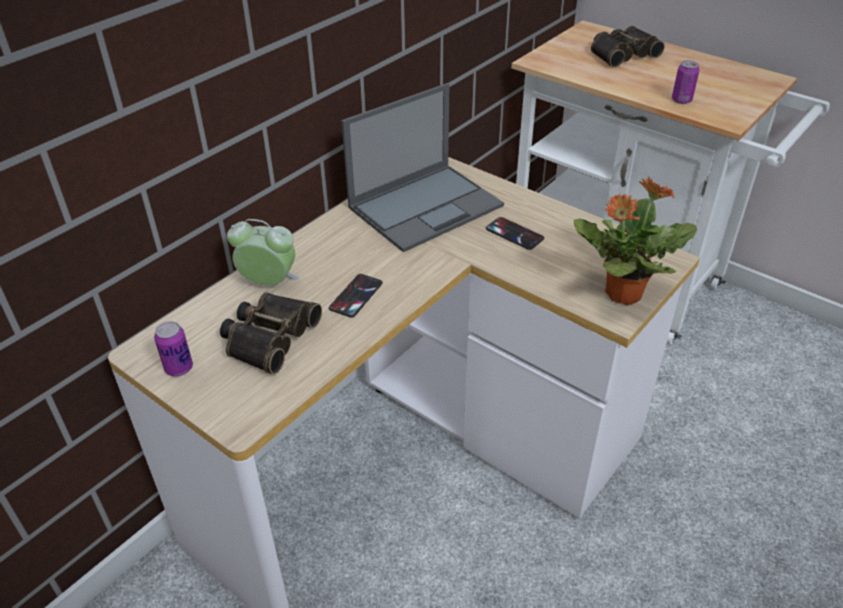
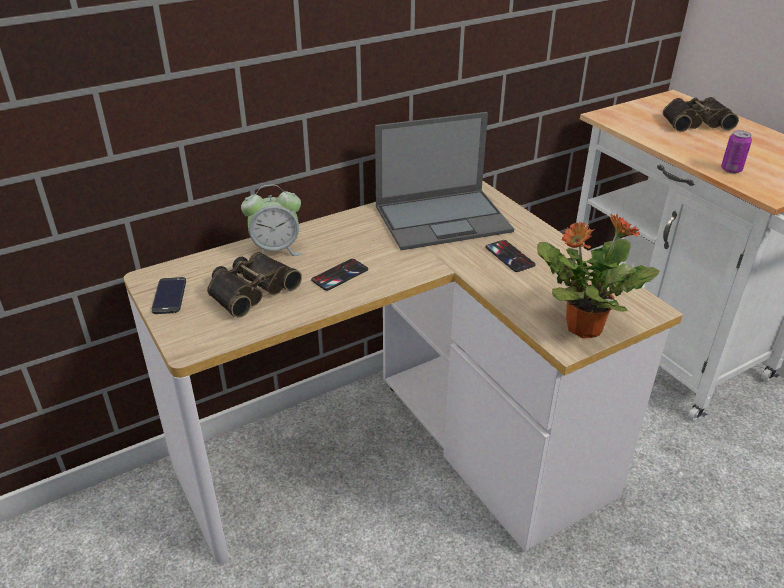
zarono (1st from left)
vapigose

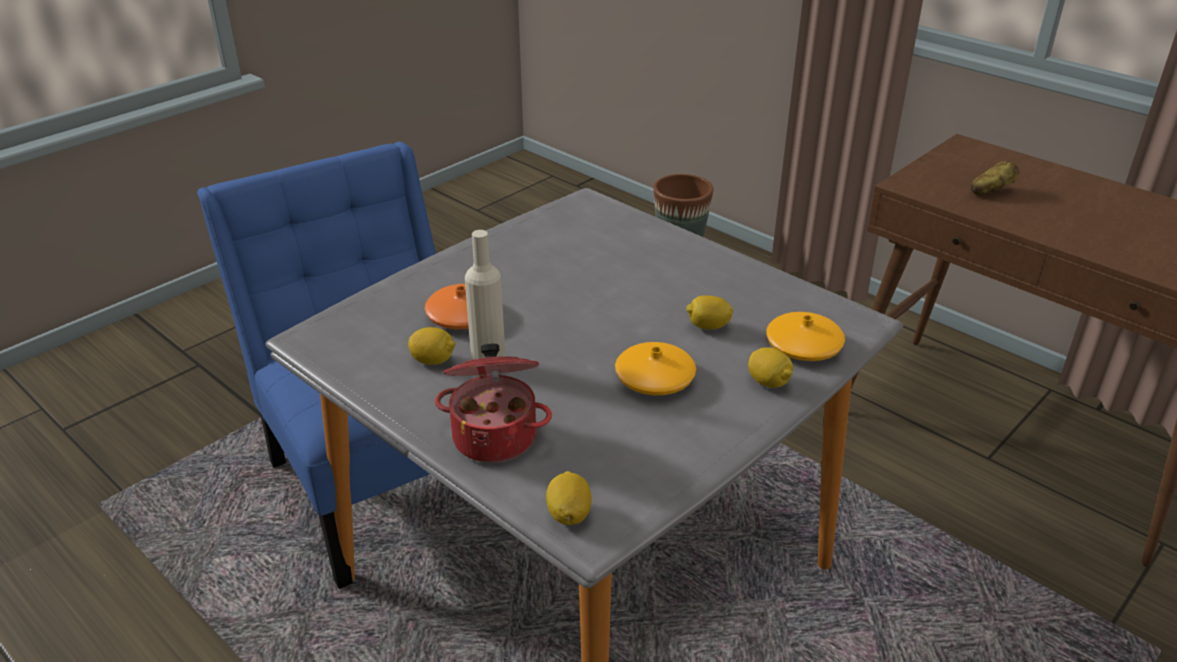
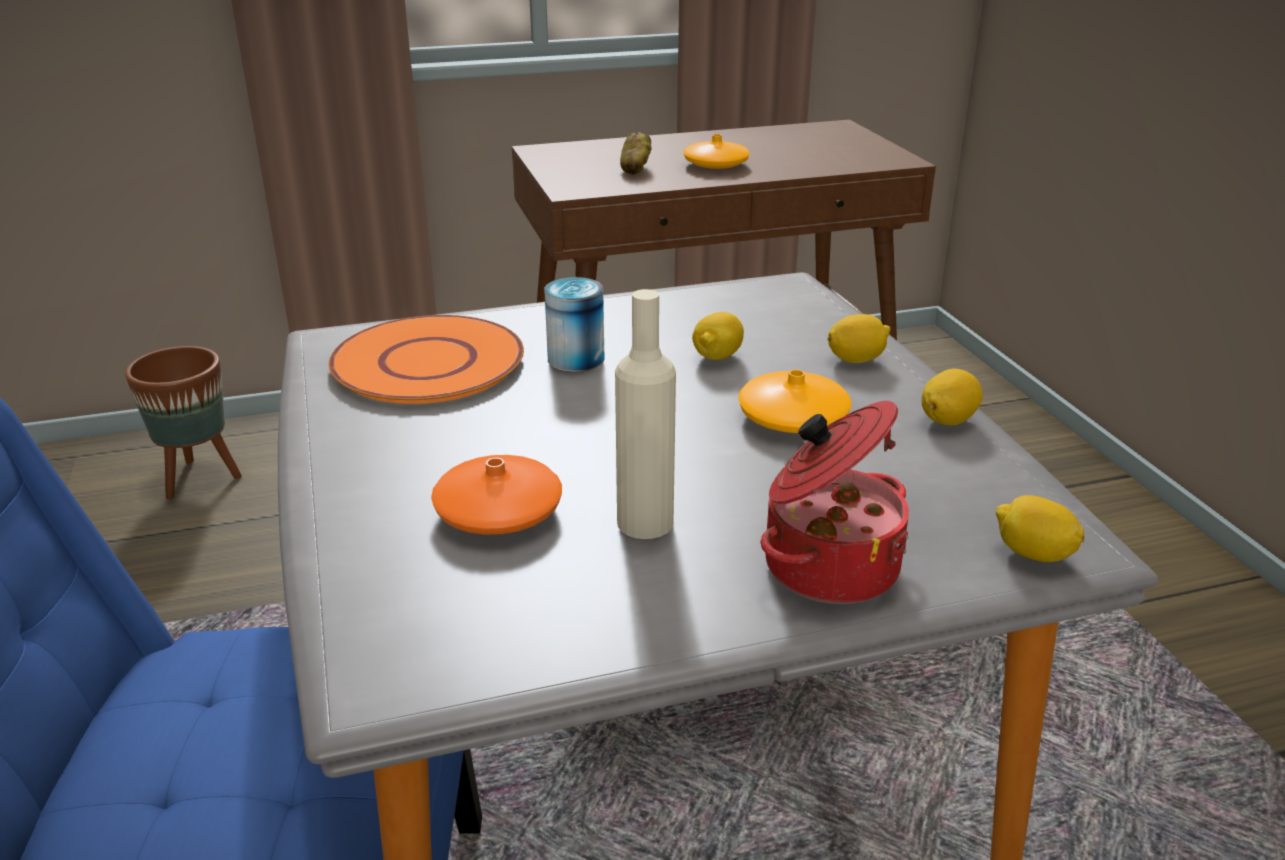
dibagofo (3rd from left)
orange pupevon (2nd from left)
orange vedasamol
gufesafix

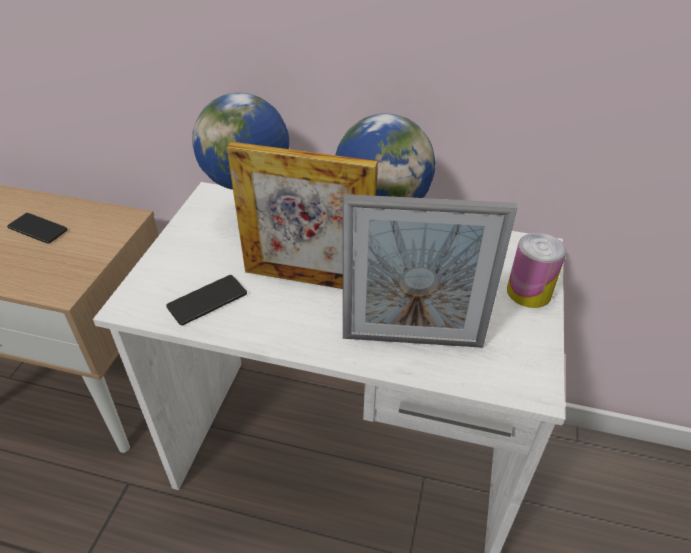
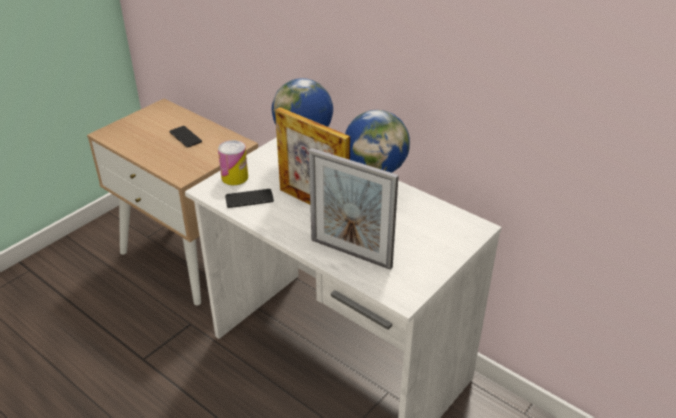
gufesafix

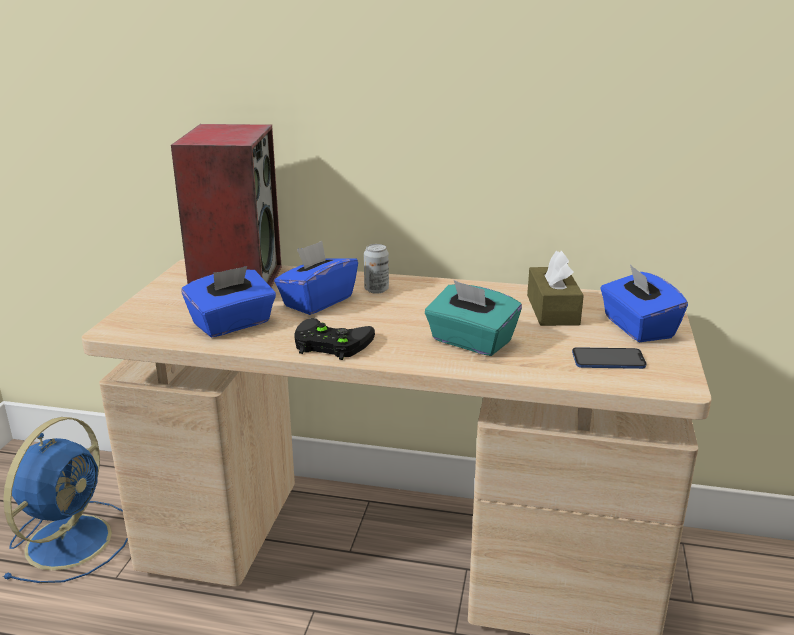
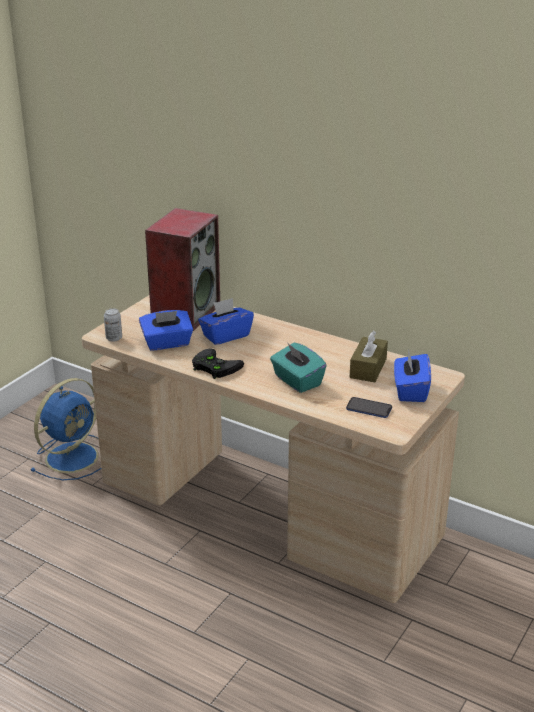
gufesafix

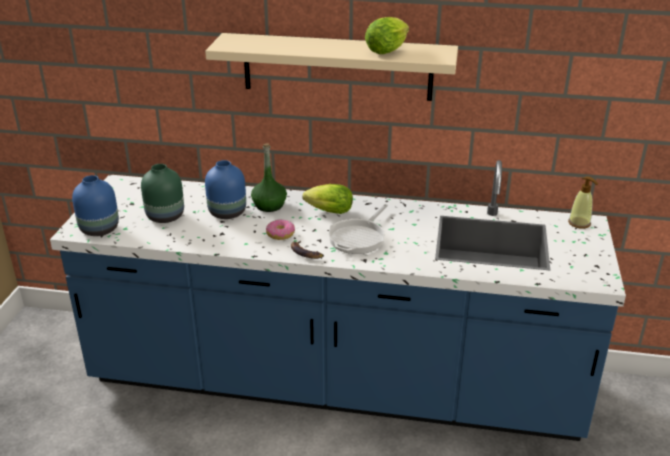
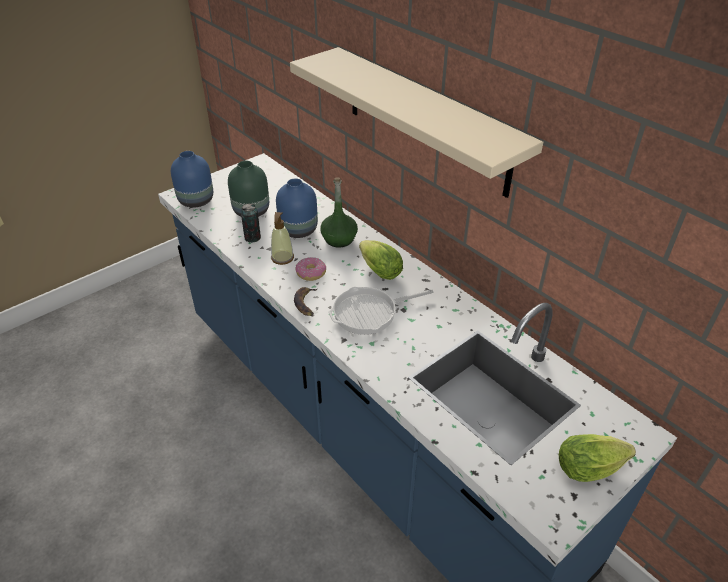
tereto (2nd from left)
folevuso
gufesafix

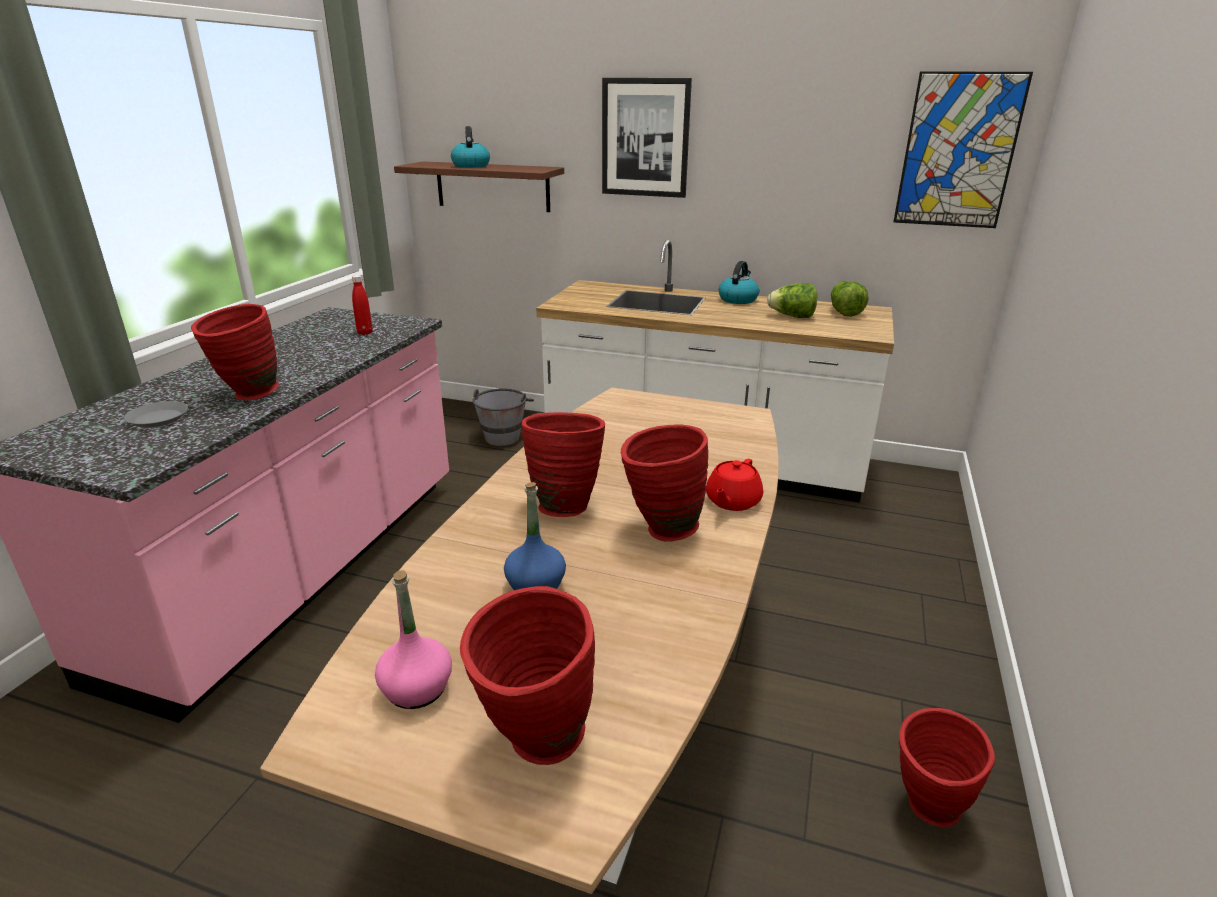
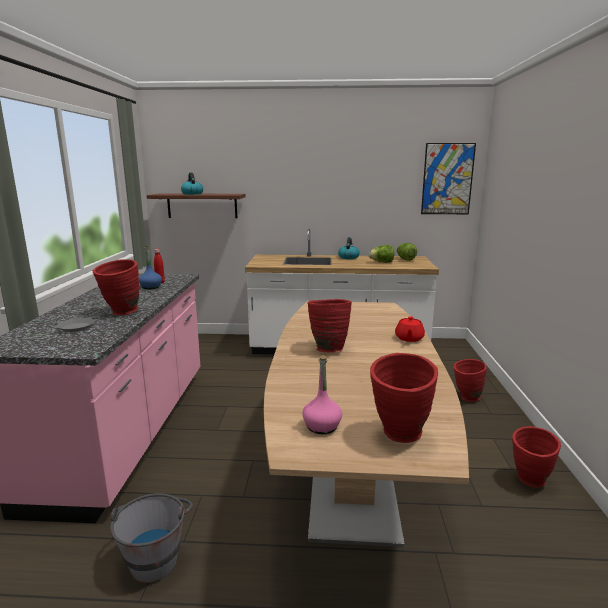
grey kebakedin
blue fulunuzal
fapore (1st from left in the first image)
red pupevon (4th from left)

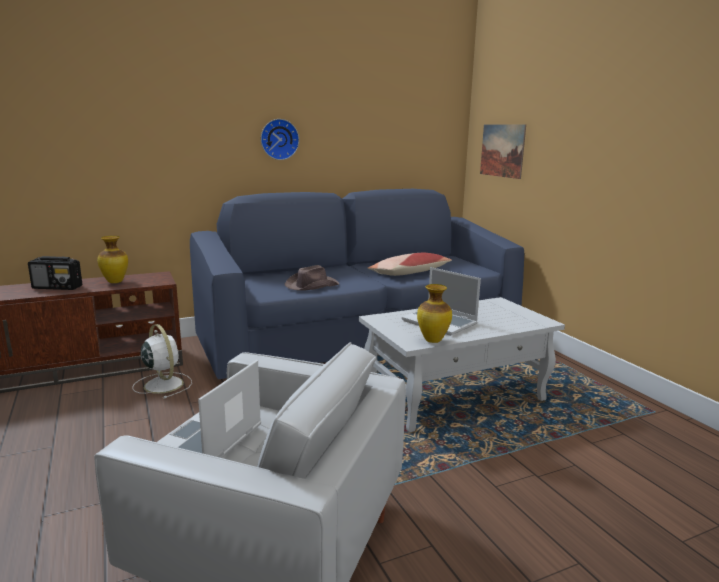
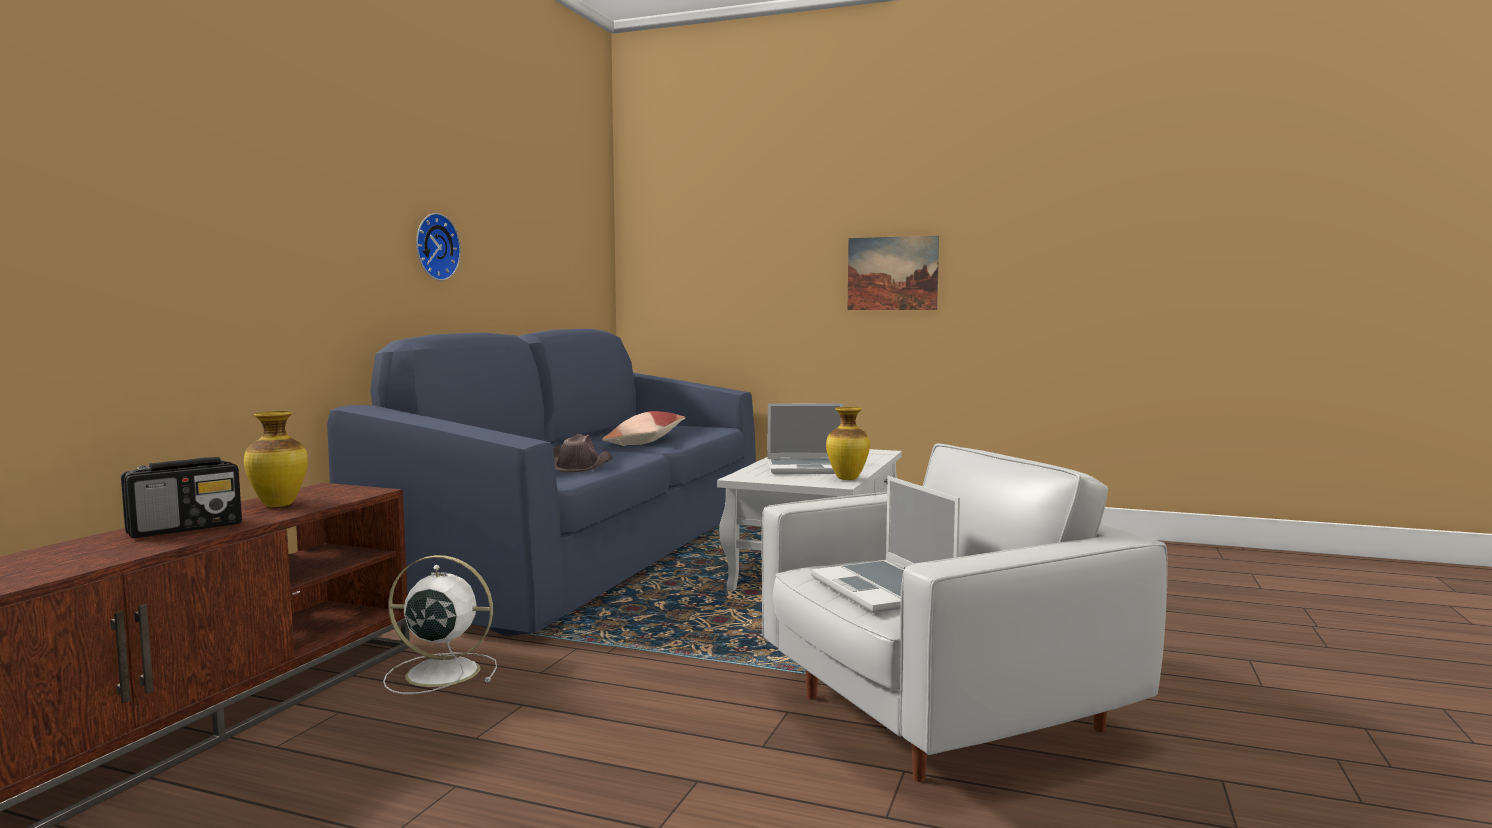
fapore

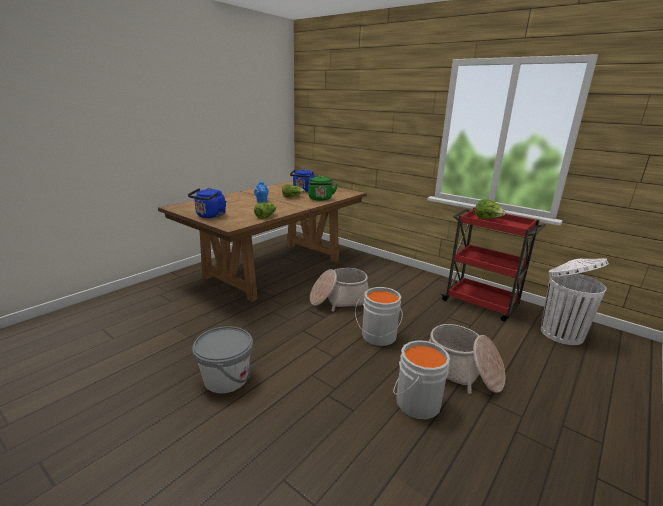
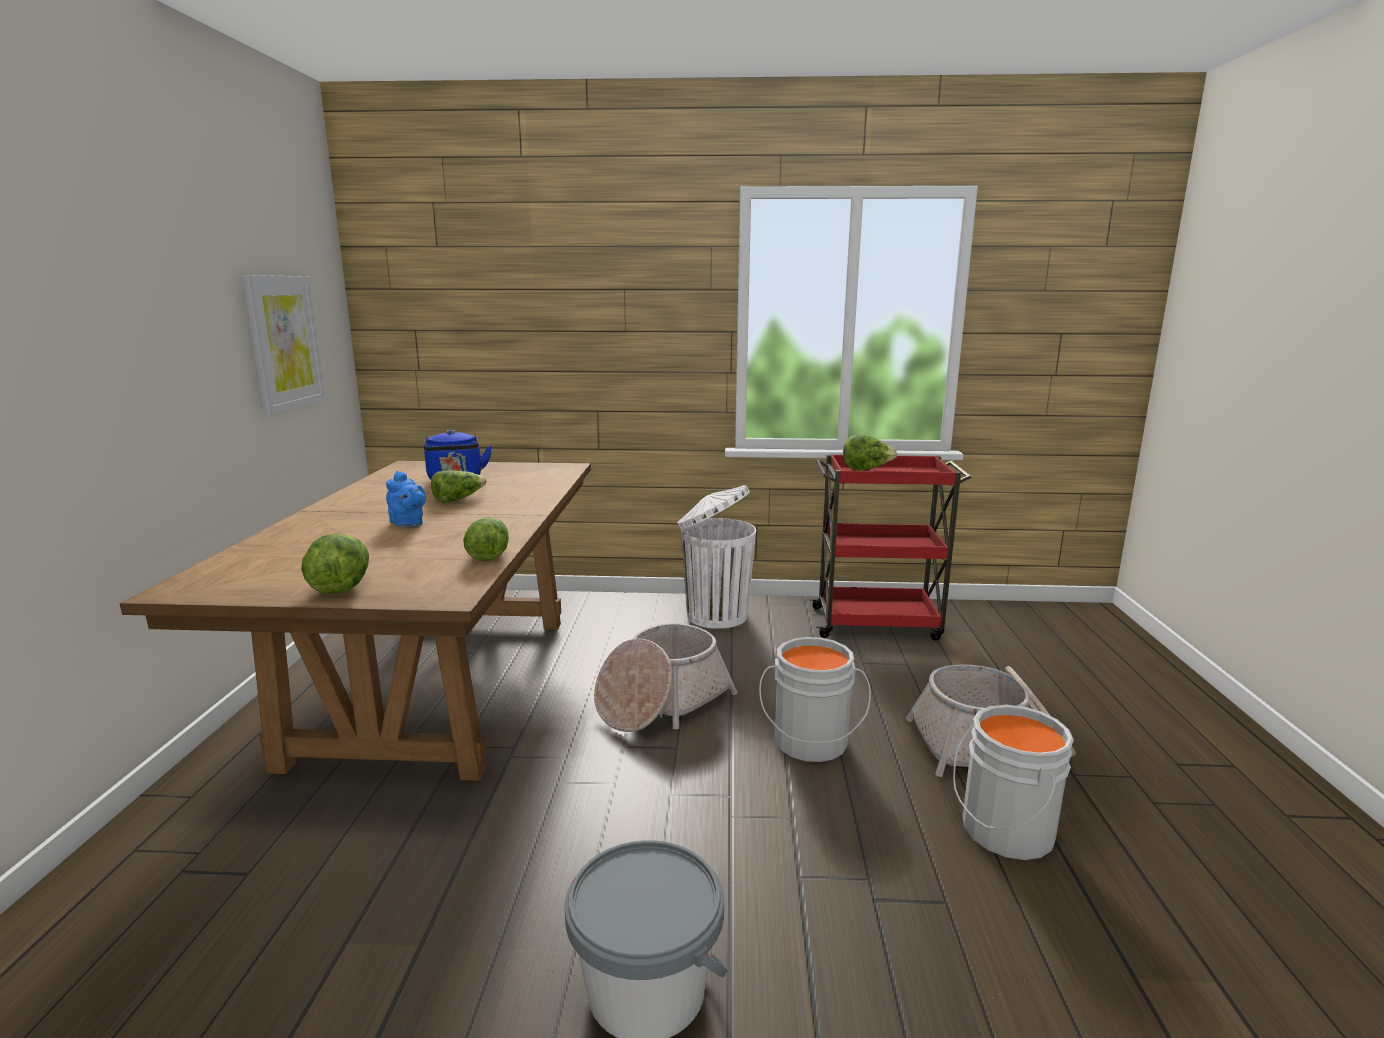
tereto (1st from left)
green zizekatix
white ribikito
fapore

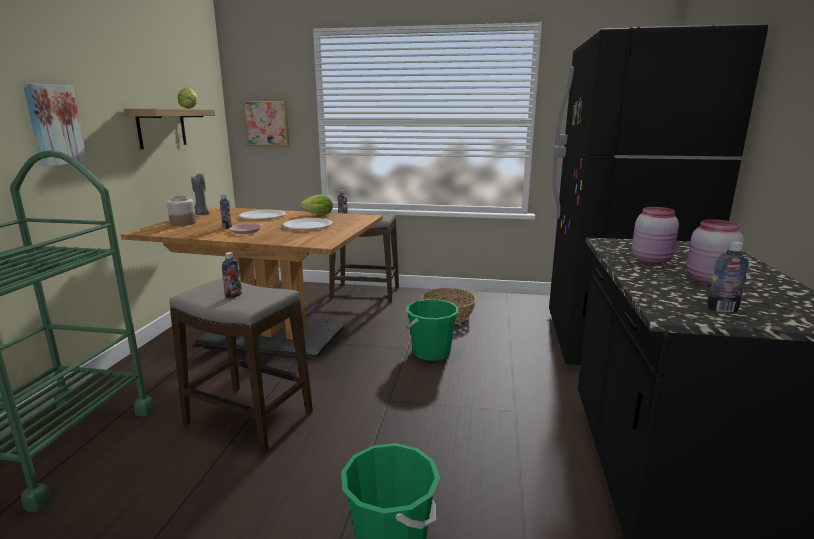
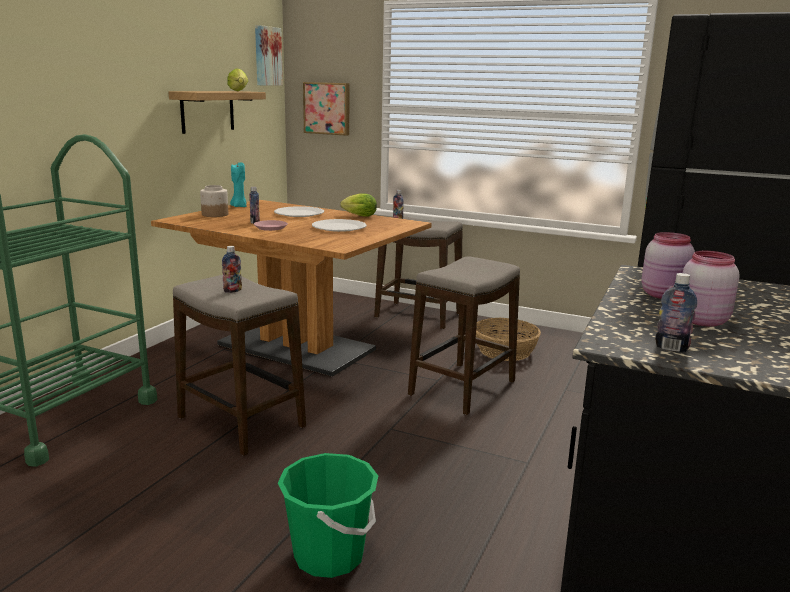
fapore (1st from left)
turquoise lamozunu
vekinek (3rd from left)

